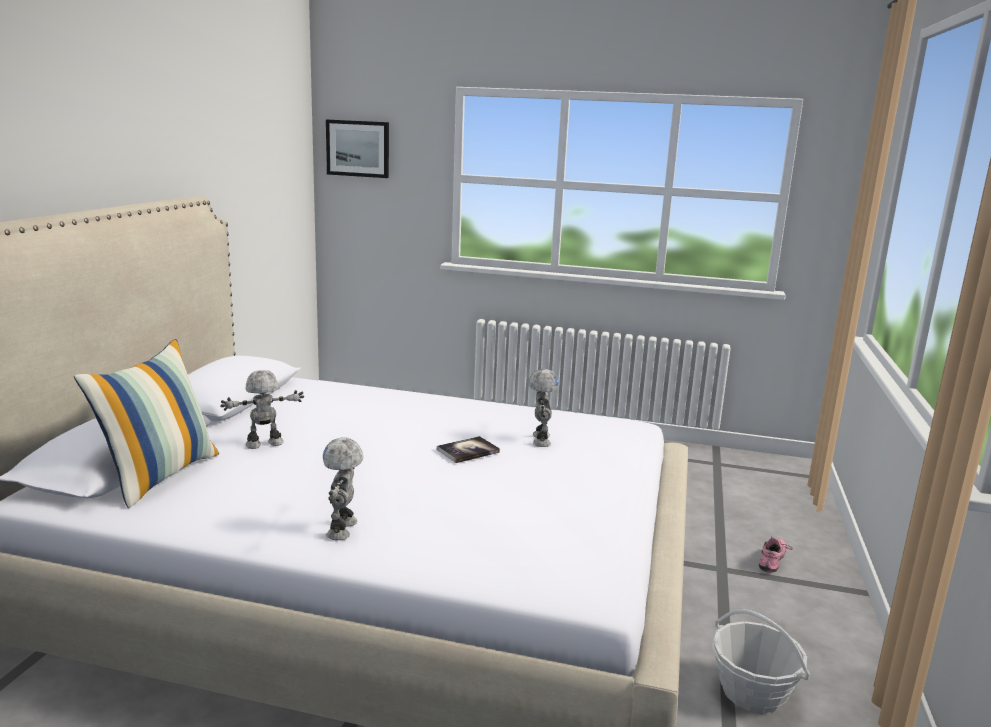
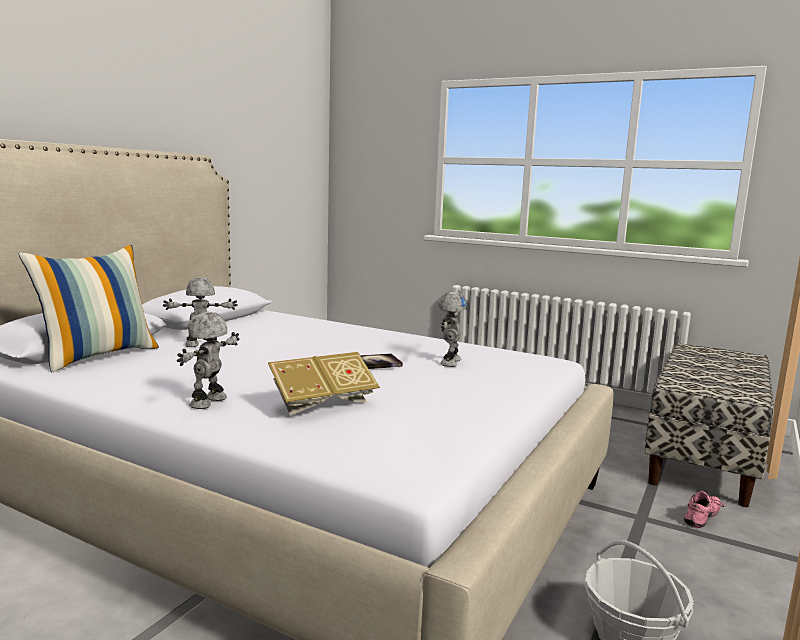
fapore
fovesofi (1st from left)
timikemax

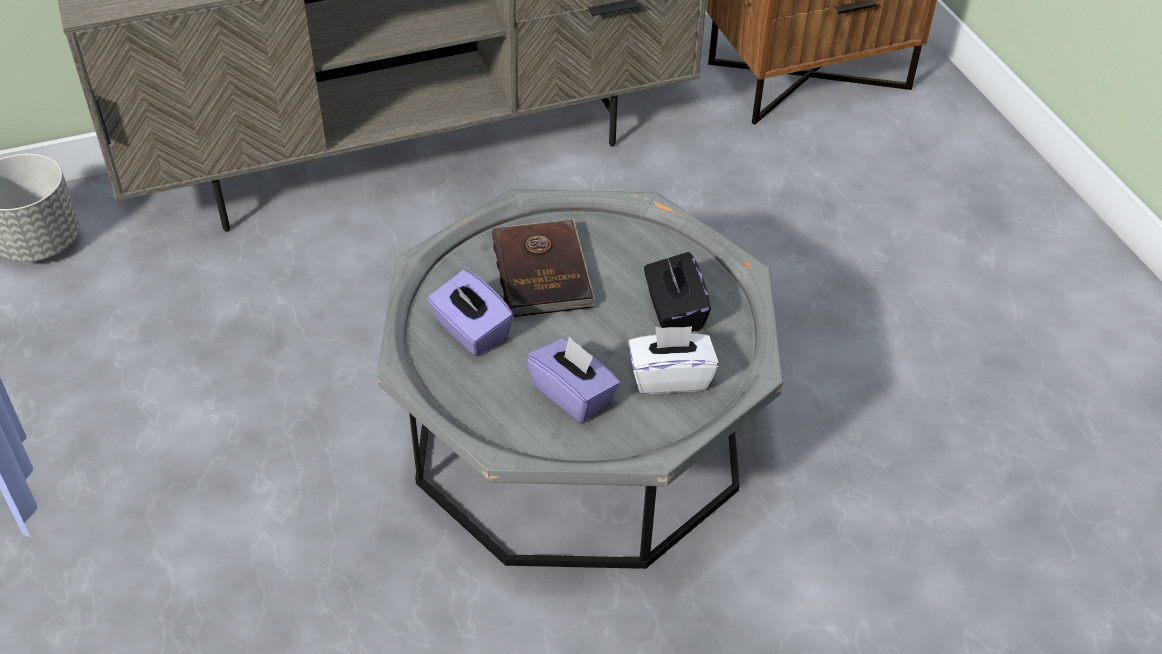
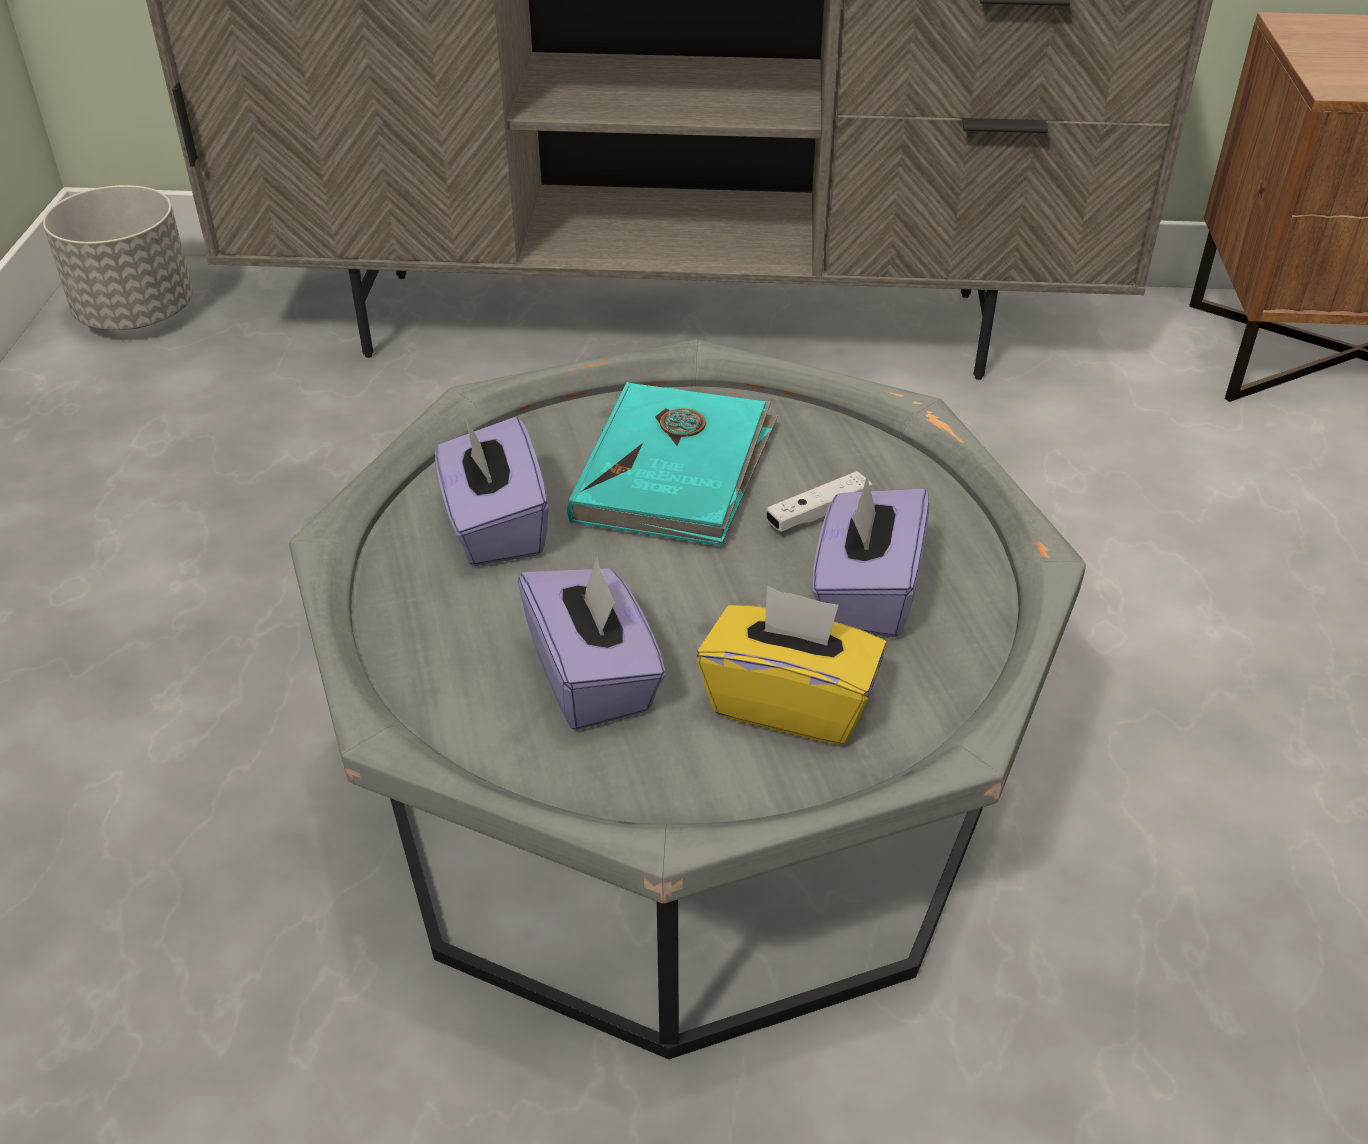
turquoise fovesofi
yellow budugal
purple budugal (3rd from left)
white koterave

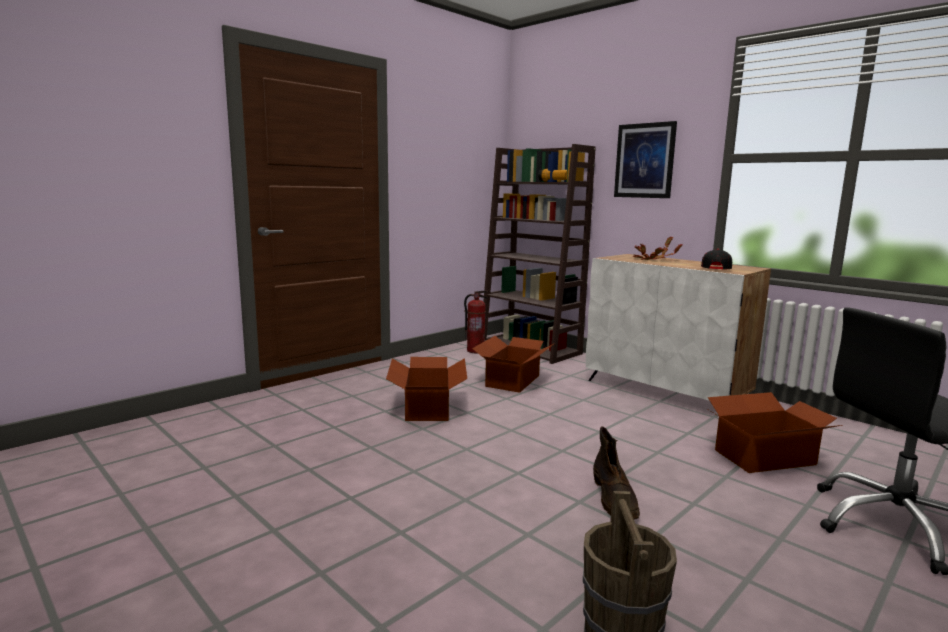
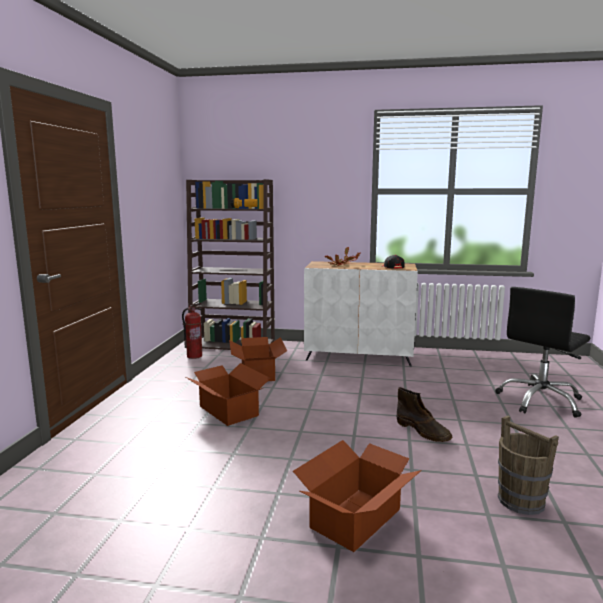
fapore
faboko (3rd from left)

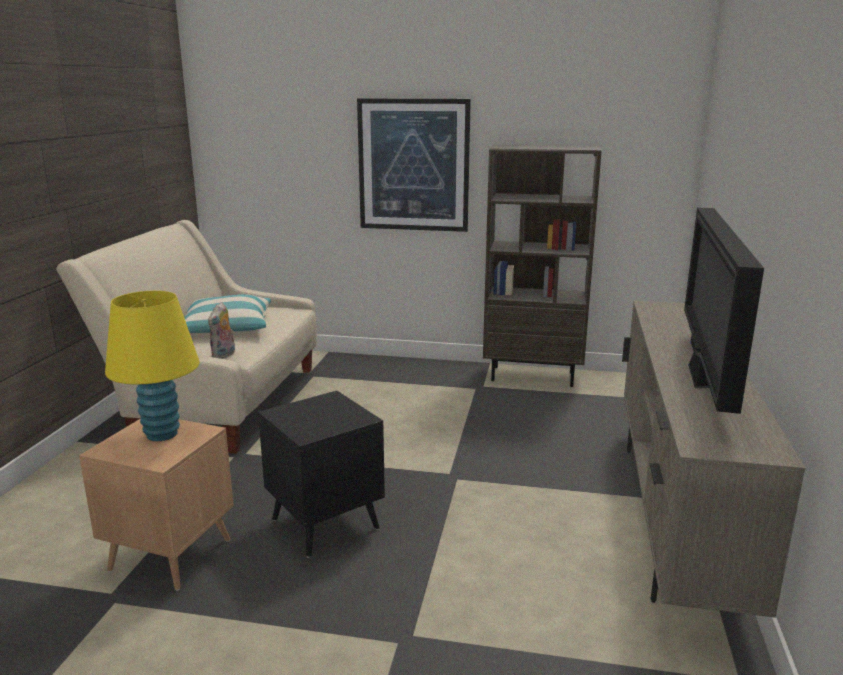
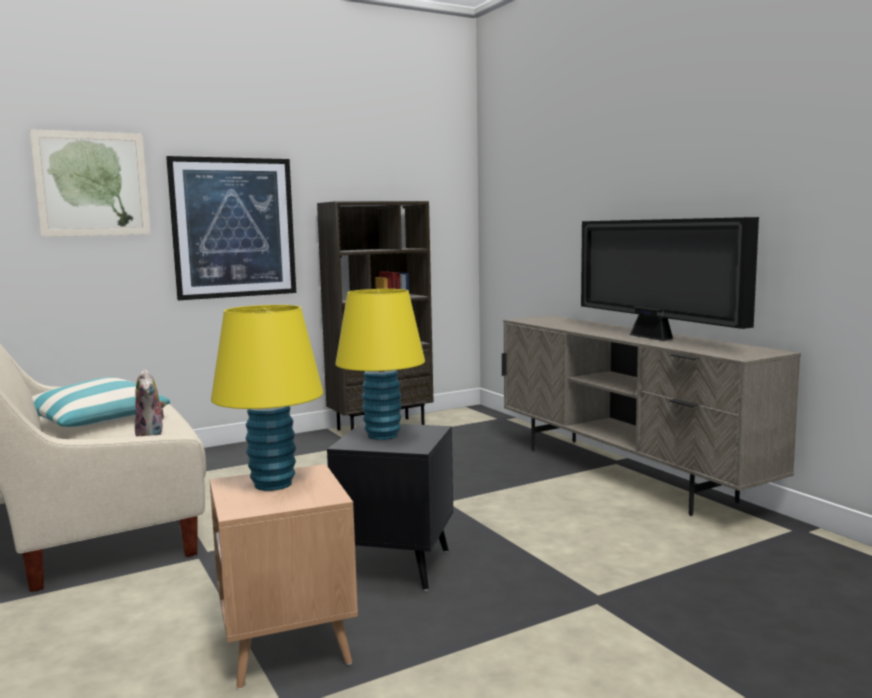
fapore (1st from left)
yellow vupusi (2nd from left)

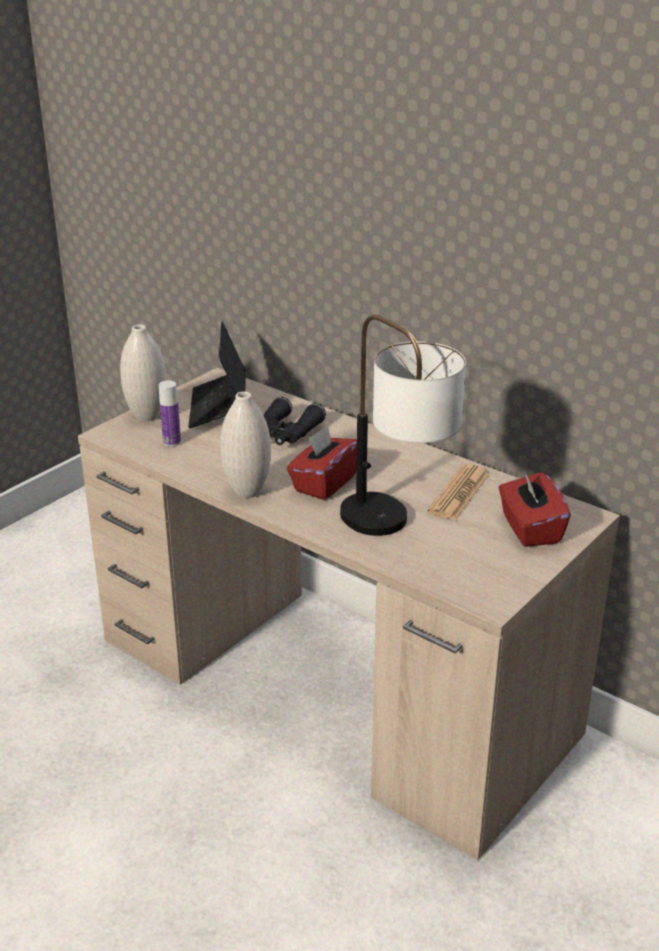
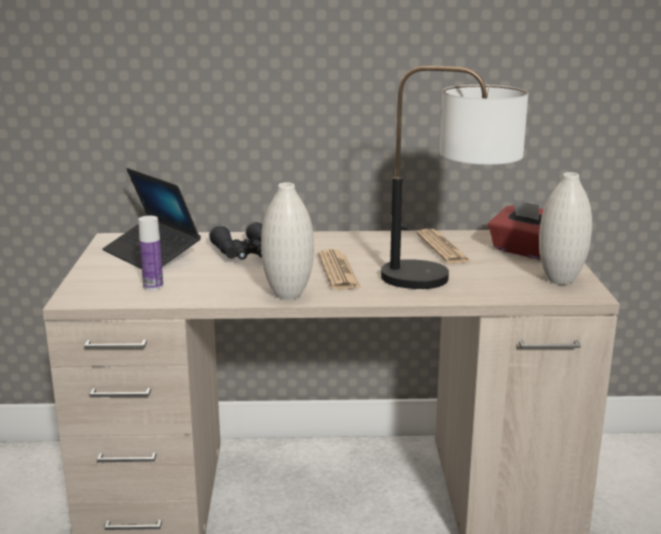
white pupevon (2nd from left)
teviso (1st from left)

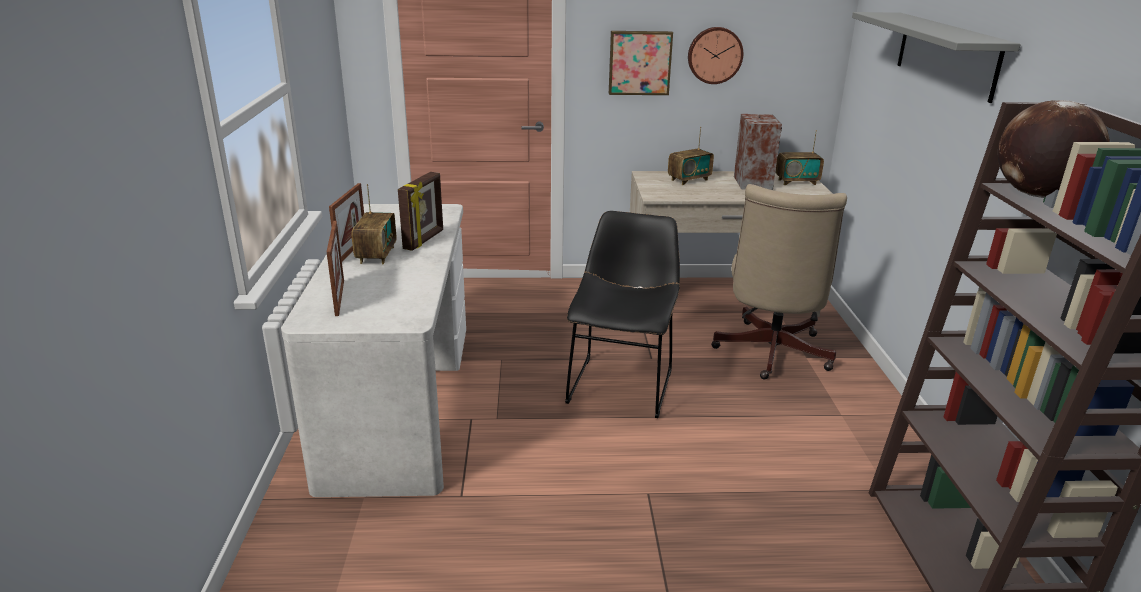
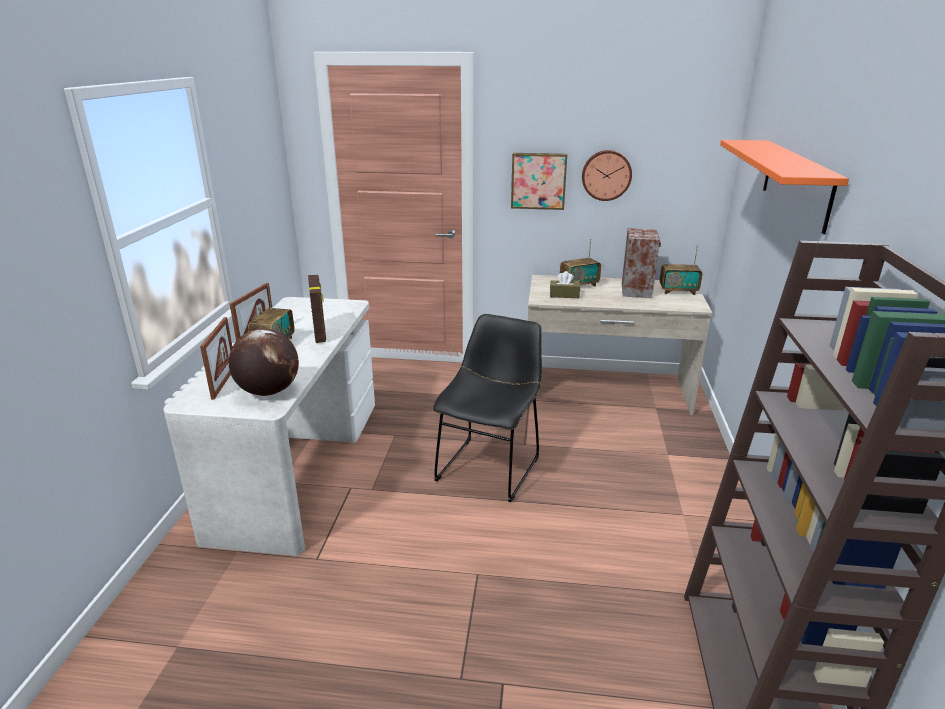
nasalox (3rd from left)
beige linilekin
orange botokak
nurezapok
brown budugal

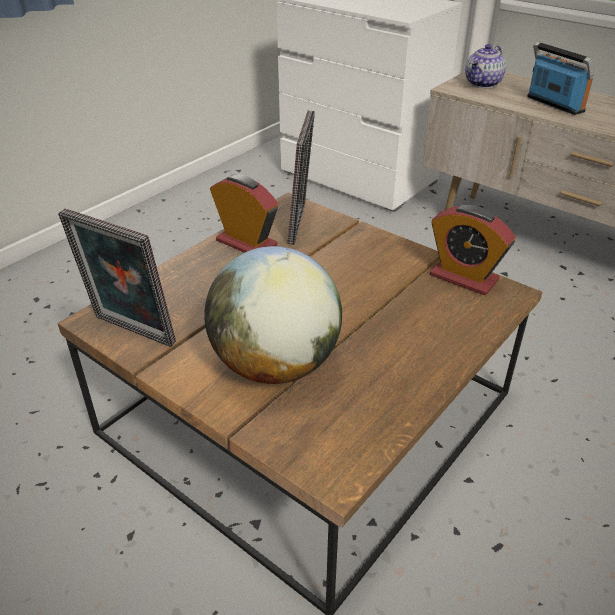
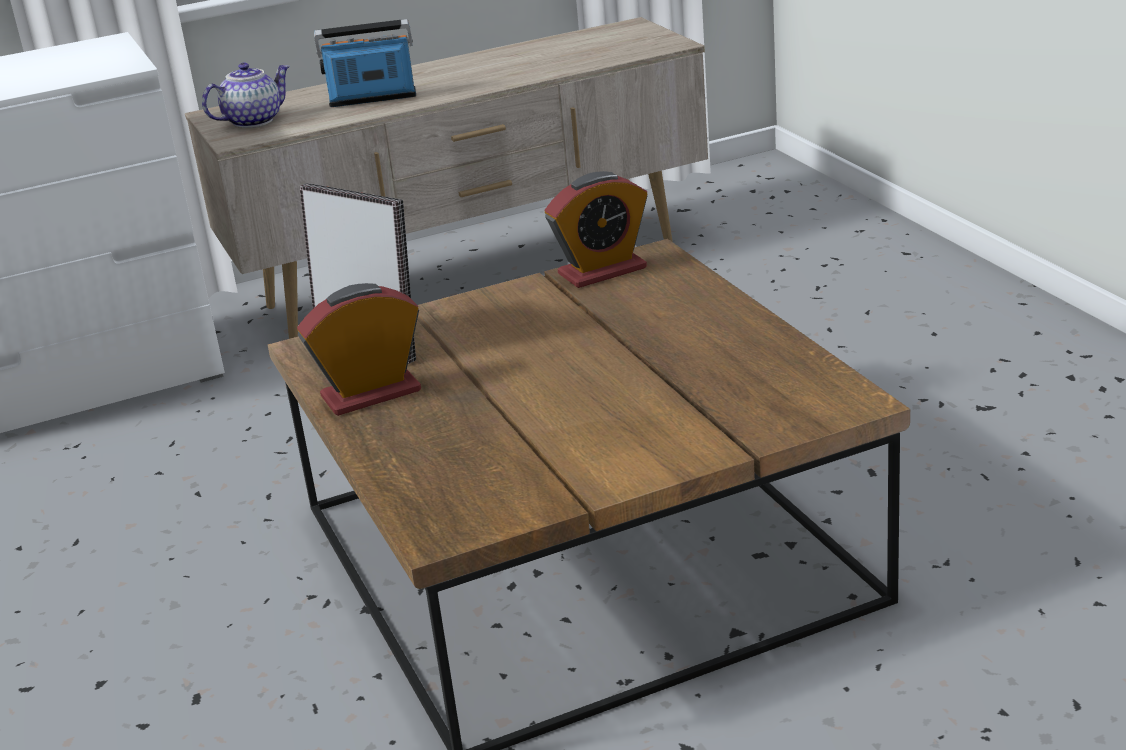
nasalox (1st from left in the first image)
nurezapok
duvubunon

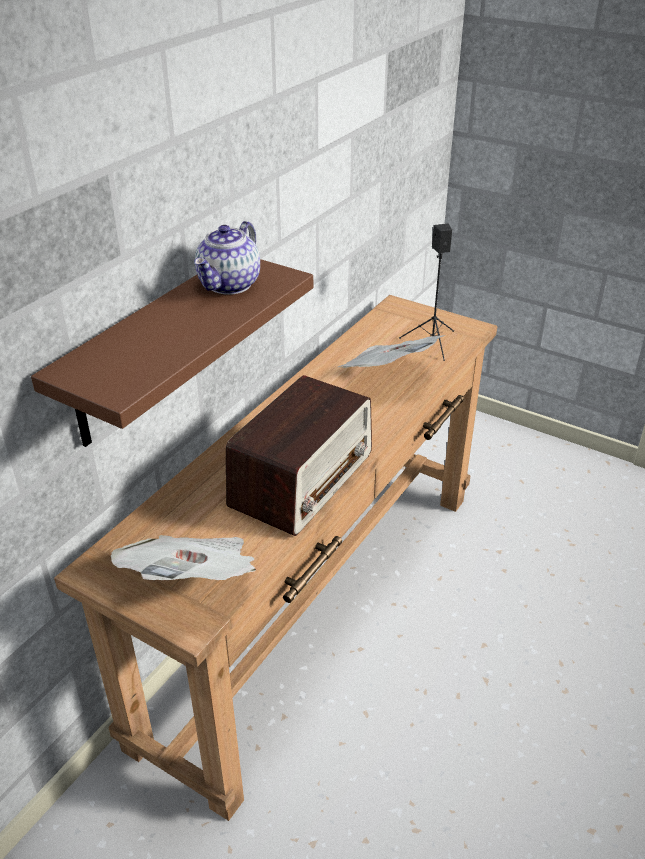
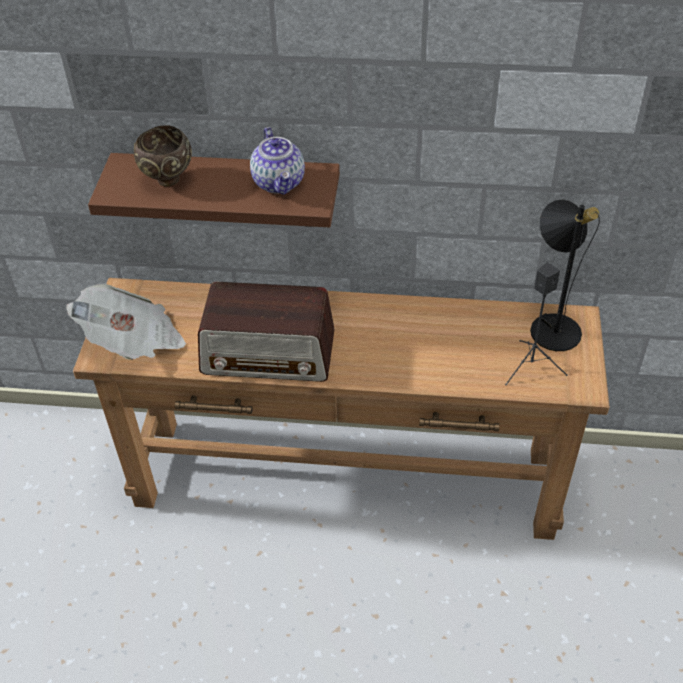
duvubunon
teviso (2nd from left in the first image)
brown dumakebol
black vupusi

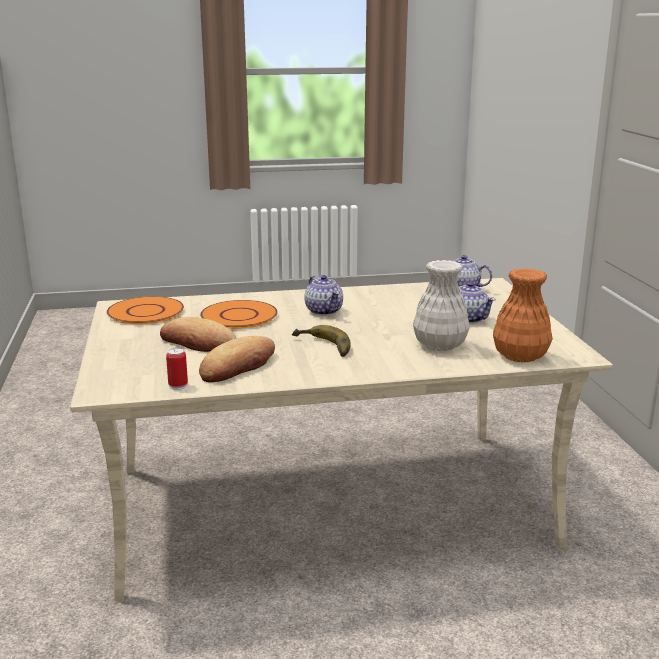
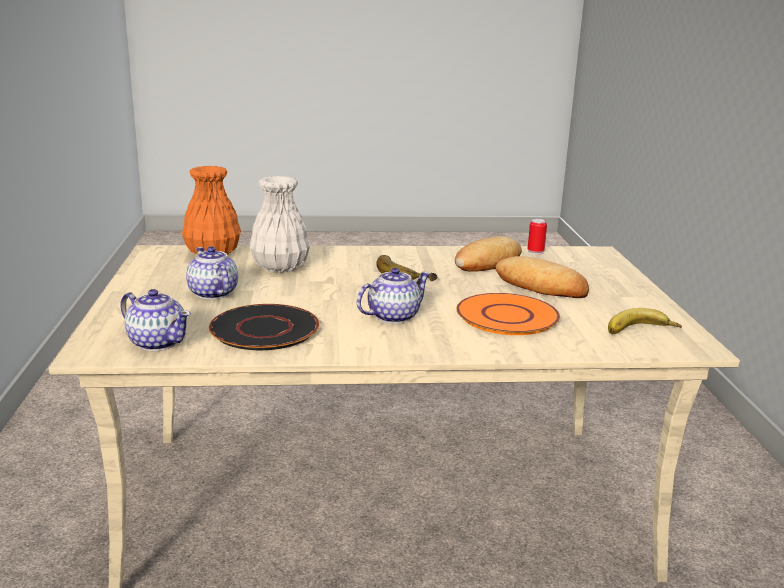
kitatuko (2nd from left)
duvubunon (3rd from left)
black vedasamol

